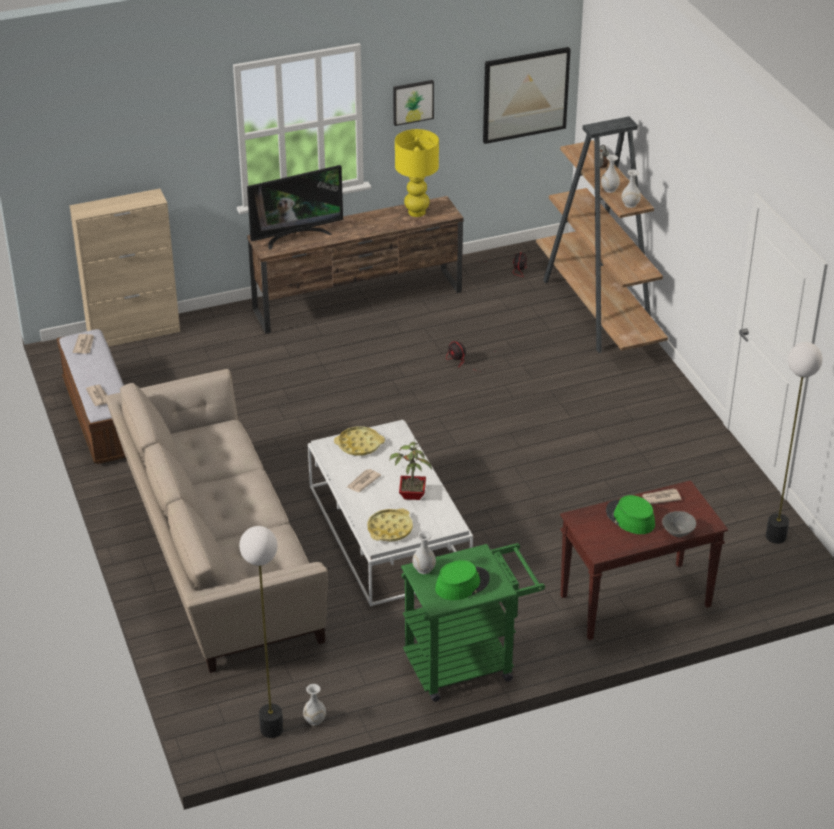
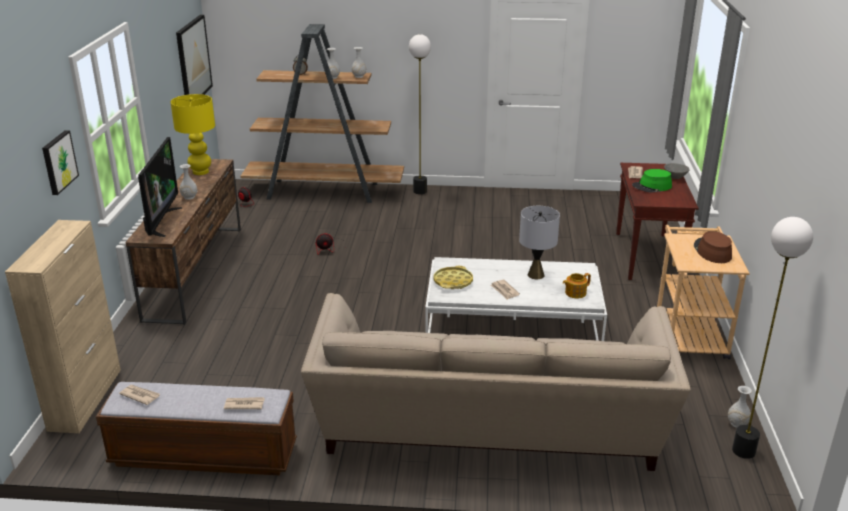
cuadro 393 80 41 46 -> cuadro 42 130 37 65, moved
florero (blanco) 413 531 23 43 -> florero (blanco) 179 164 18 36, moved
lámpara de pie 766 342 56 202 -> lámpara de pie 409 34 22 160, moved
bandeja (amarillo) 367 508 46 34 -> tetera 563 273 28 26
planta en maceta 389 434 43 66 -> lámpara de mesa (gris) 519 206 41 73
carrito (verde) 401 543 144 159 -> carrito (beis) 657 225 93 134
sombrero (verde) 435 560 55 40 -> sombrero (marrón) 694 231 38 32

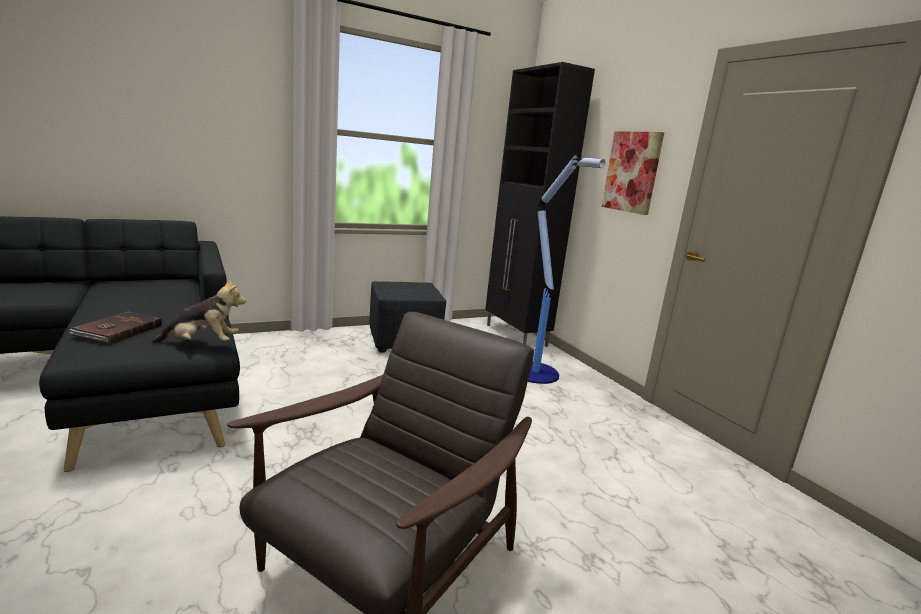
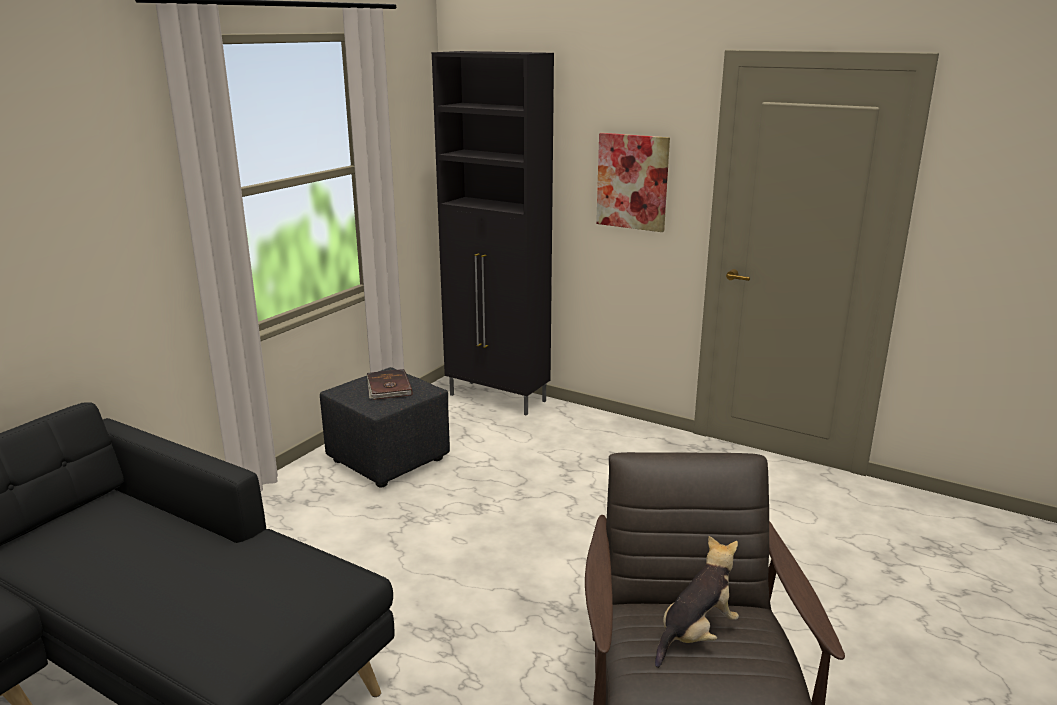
lámpara de pie 528 155 78 229 -> none
libro (marrón) 69 311 93 33 -> libro (marrón) 366 369 47 31, moved
peluche 151 278 95 65 -> peluche 655 536 84 132, moved

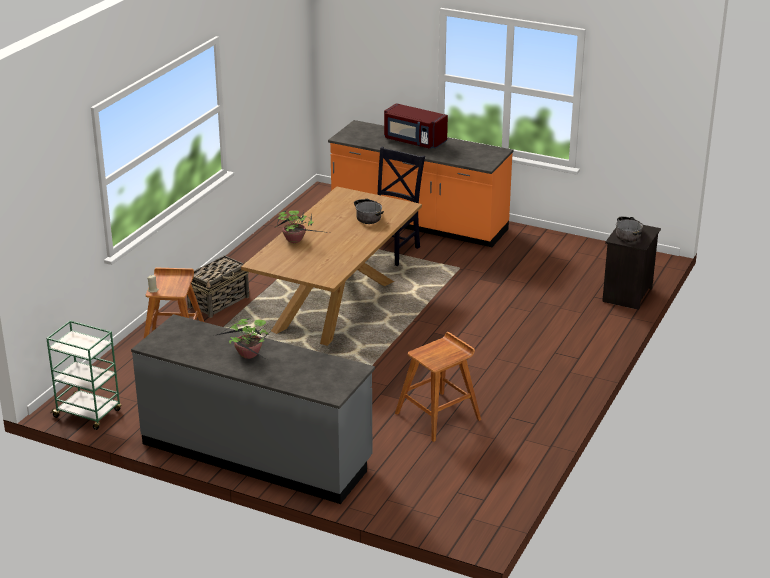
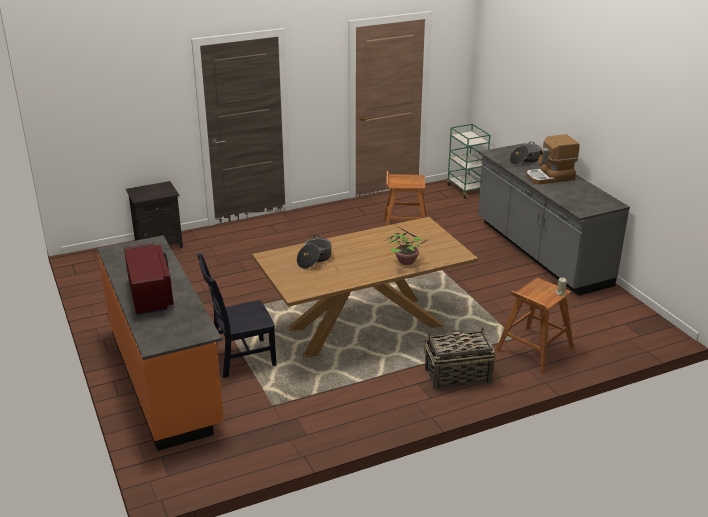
carrito (verde) 46 320 76 110 -> carrito (verde) 447 124 43 75, moved
olla 616 216 27 27 -> olla 509 142 33 23, moved
planta en maceta 217 318 56 43 -> cafetera 526 134 54 51

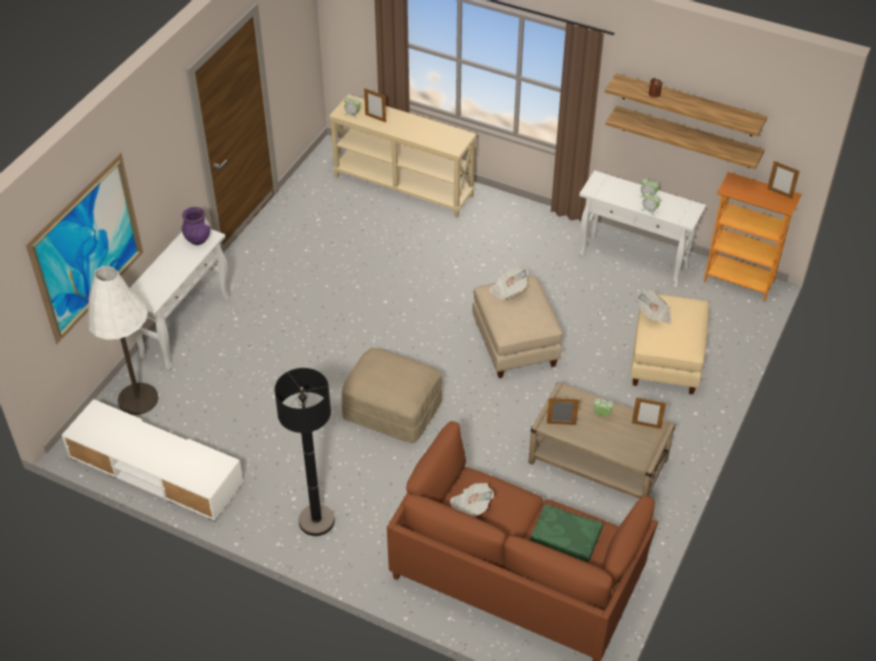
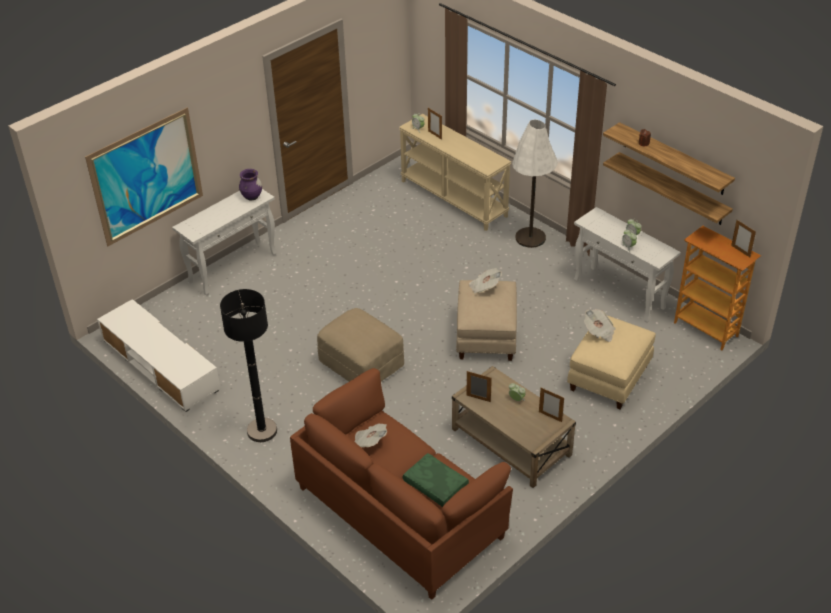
lámpara de pie (blanco) 87 266 71 149 -> lámpara de pie (blanco) 512 119 46 129, moved

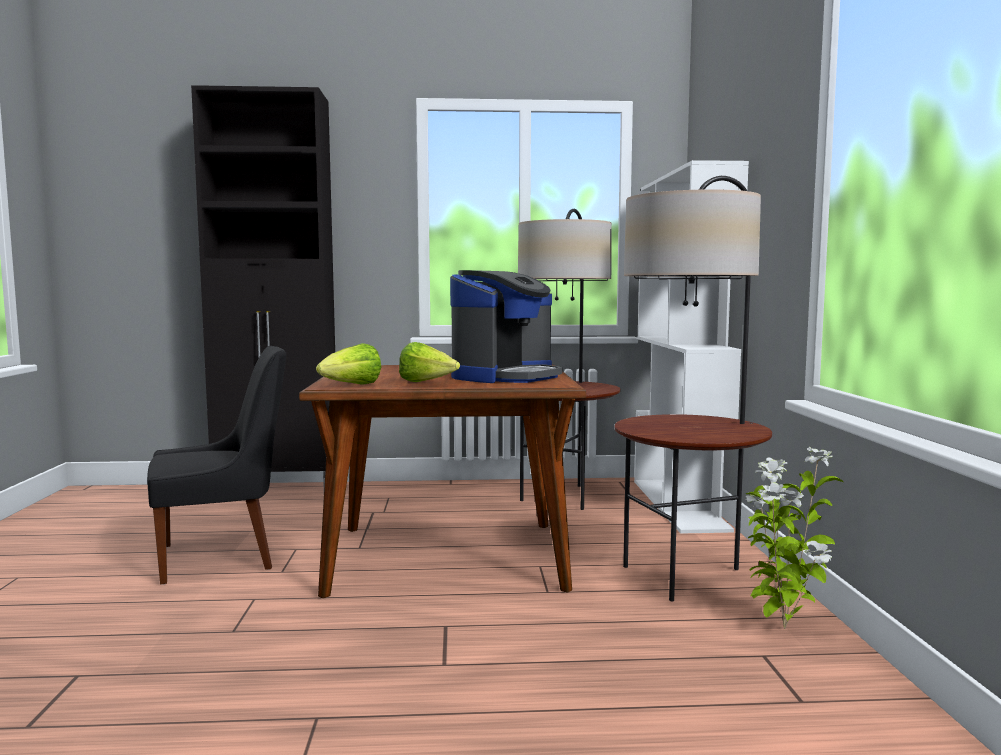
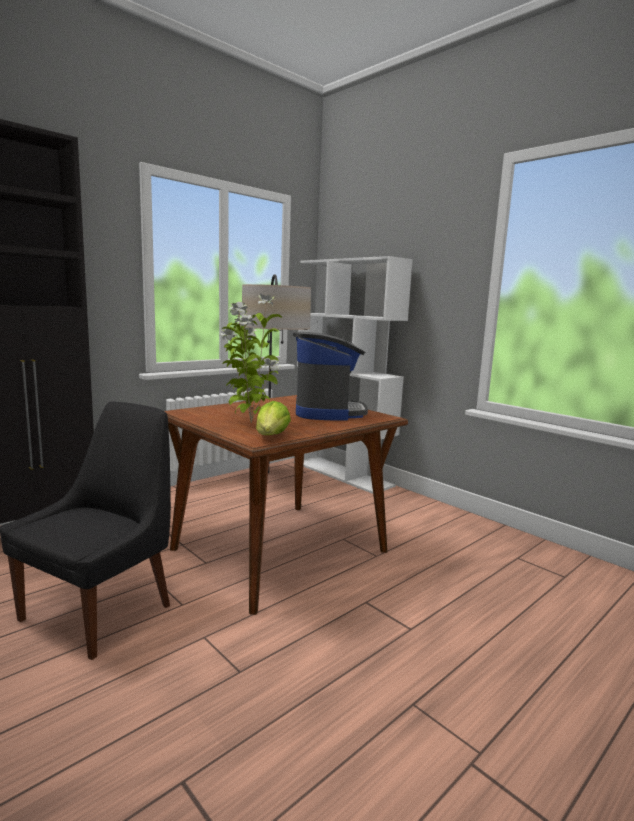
lechuga 399 342 61 40 -> none
lámpara de pie 615 176 157 425 -> none
planta en maceta 745 447 98 182 -> planta en maceta 219 293 63 130, moved

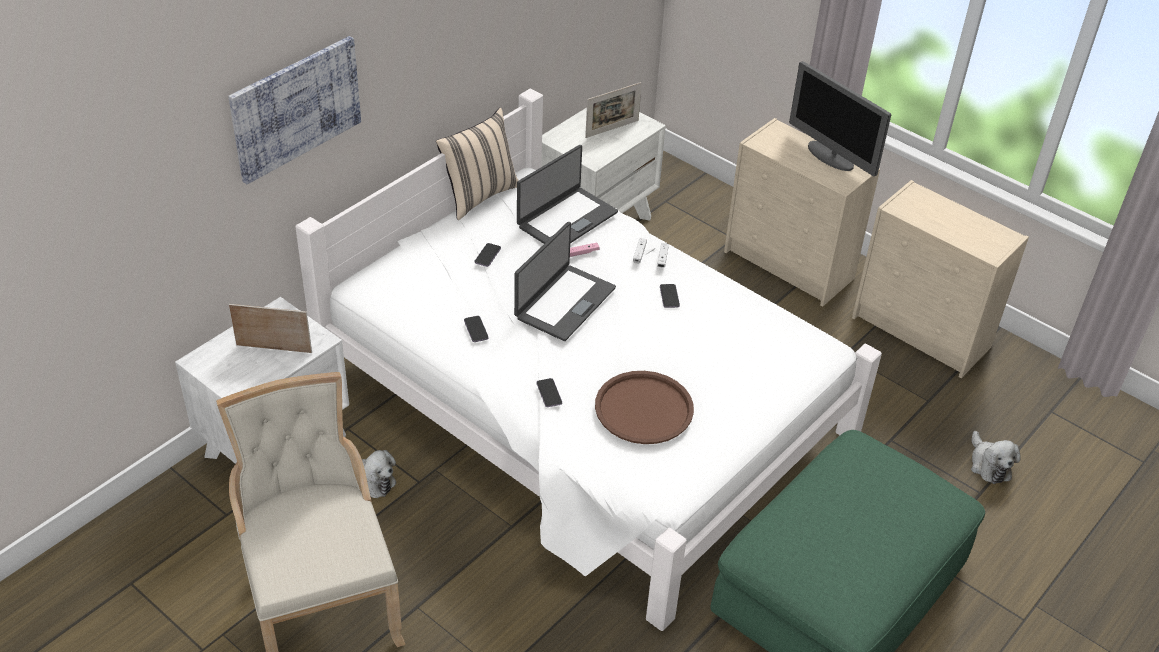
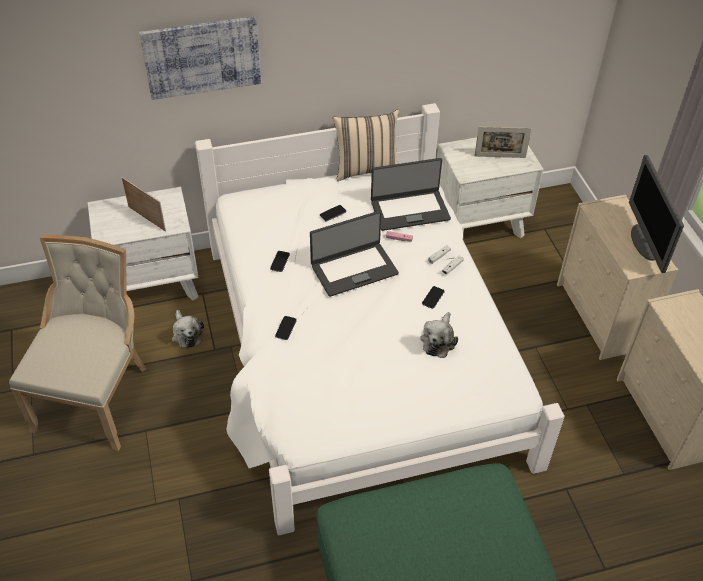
bandeja (marrón) 595 371 99 73 -> none
peluche 971 431 50 53 -> peluche 420 312 38 46, moved

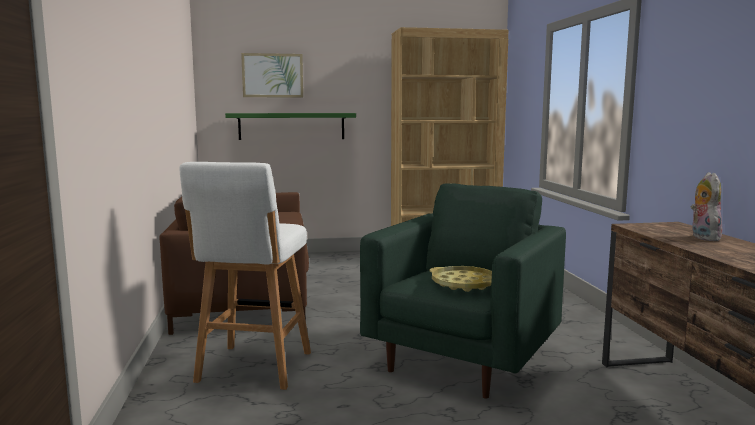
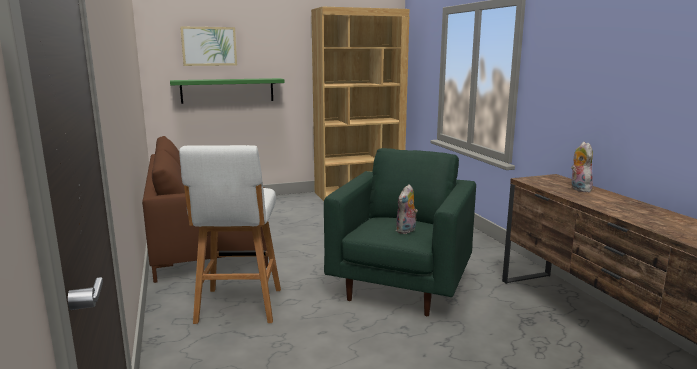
bandeja (amarillo) 429 266 63 26 -> peluche 396 184 22 50

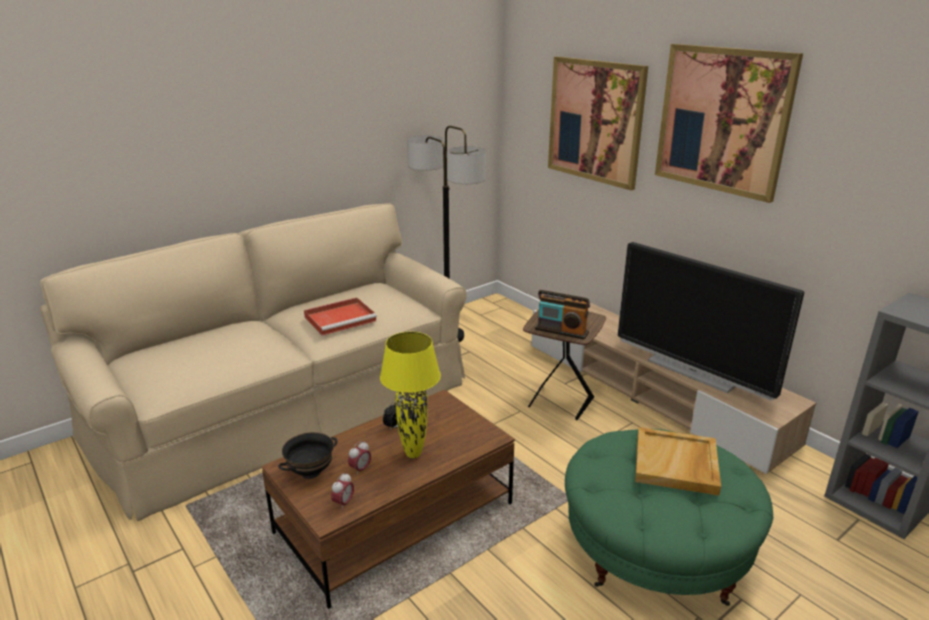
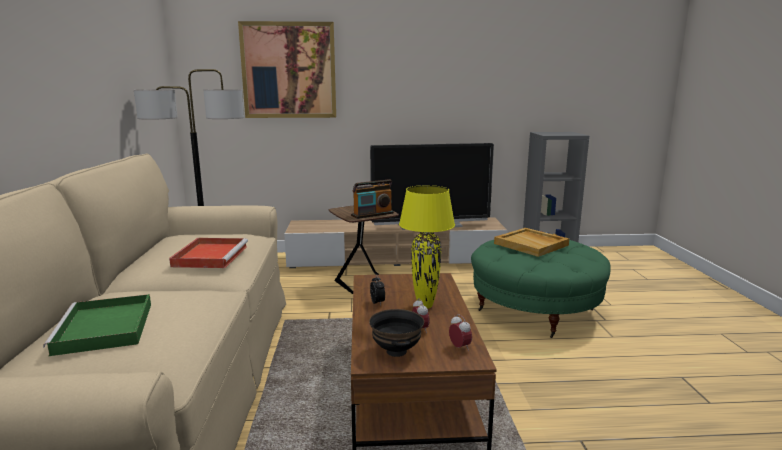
cuadro 655 44 148 159 -> none
none -> bandeja (verde) 43 294 108 62

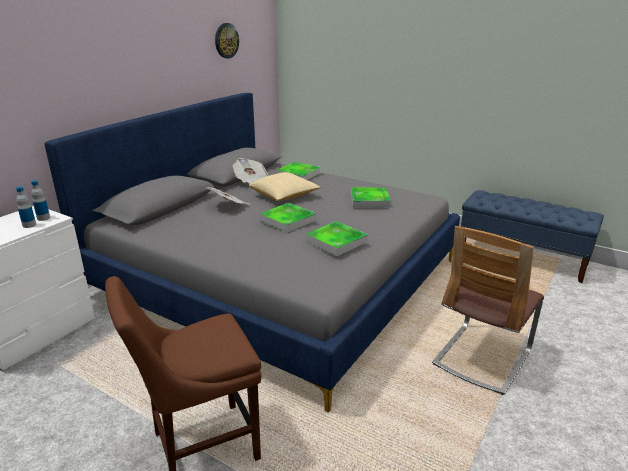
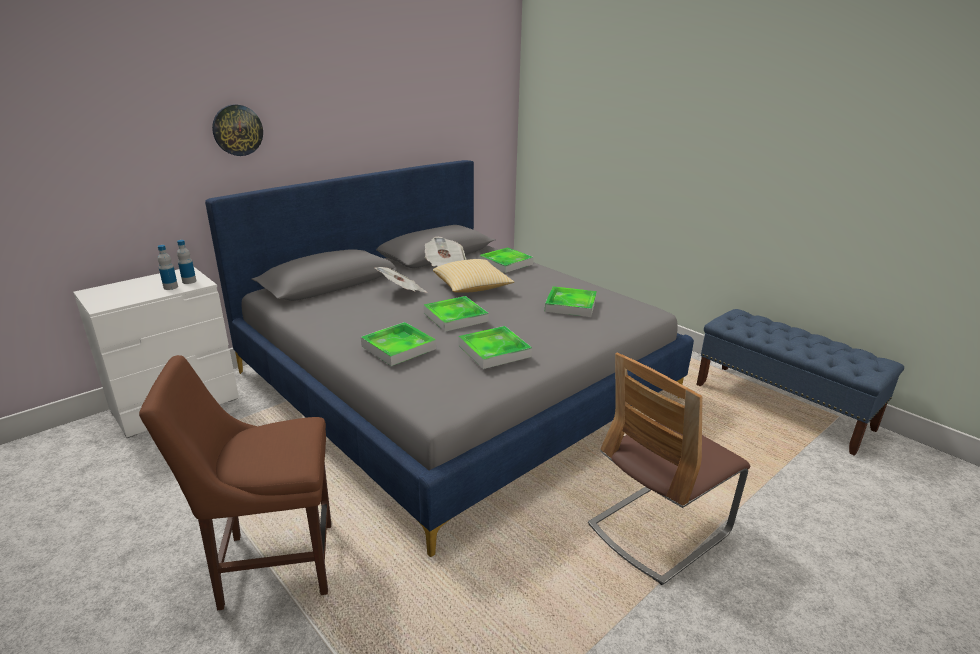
none -> bandeja 361 322 75 44
reloj de pared 215 23 24 36 -> reloj de pared 212 104 51 52, moved

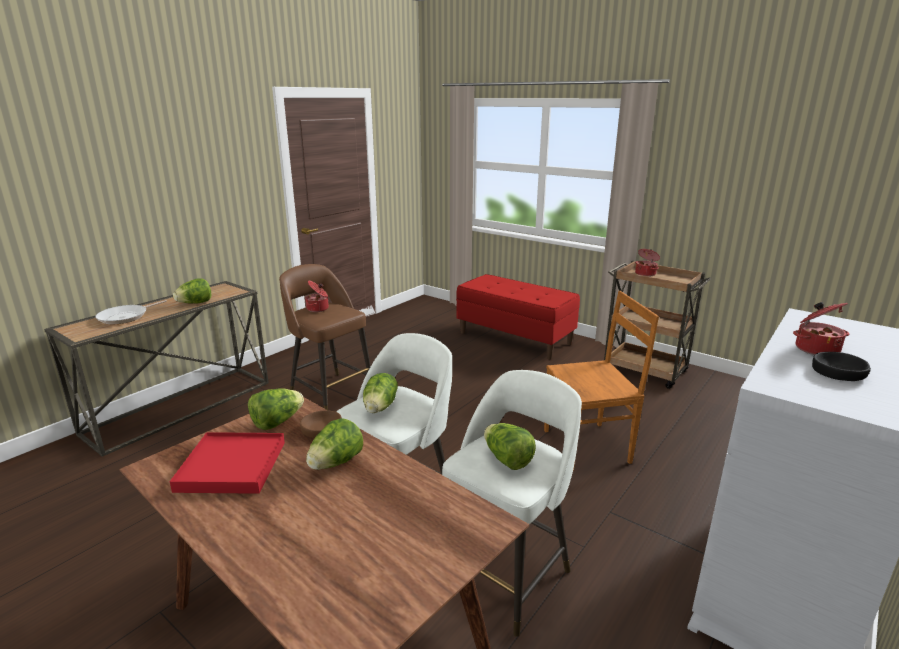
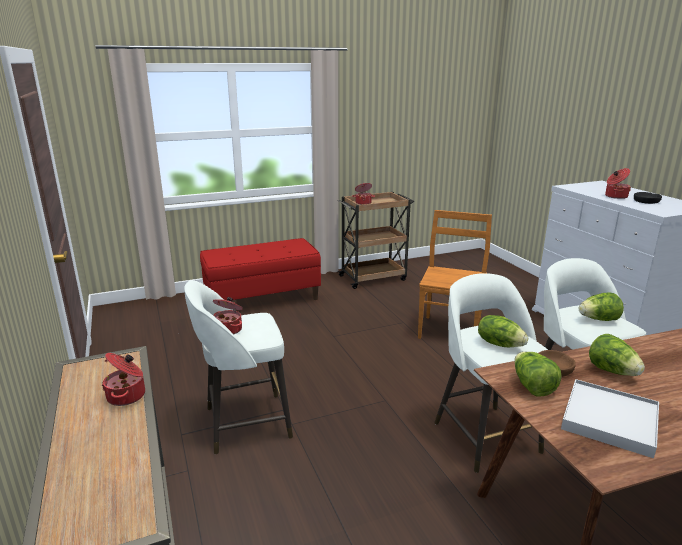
sartén 95 300 72 24 -> none
lechuga 173 278 38 25 -> olla 102 353 43 53
bandeja (rojo) 170 432 115 62 -> bandeja (blanco) 561 379 98 79
taburete (marrón) 279 264 92 146 -> taburete (blanco) 184 280 109 174

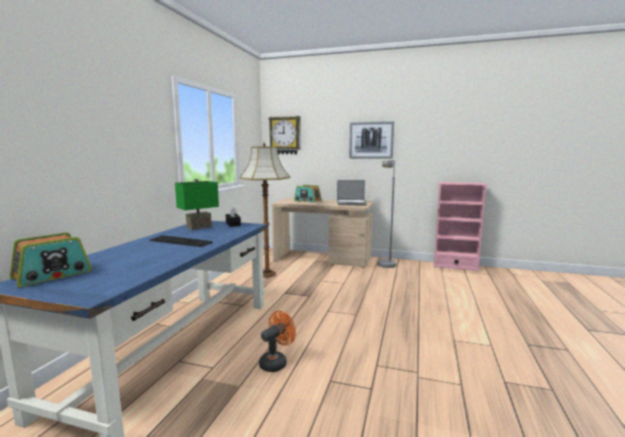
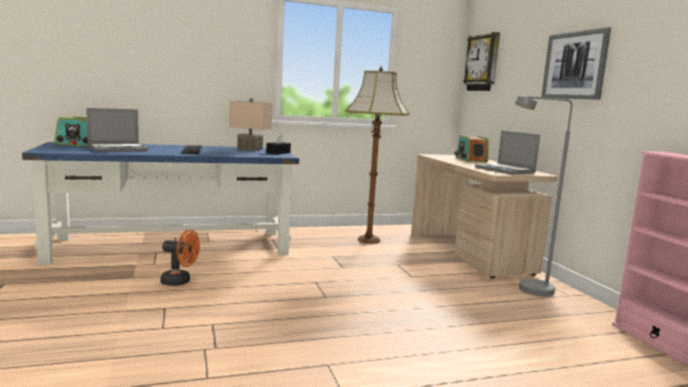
none -> portátil 86 108 62 44
lámpara de mesa (verde) 175 179 44 51 -> lámpara de mesa (beis) 229 98 44 53

